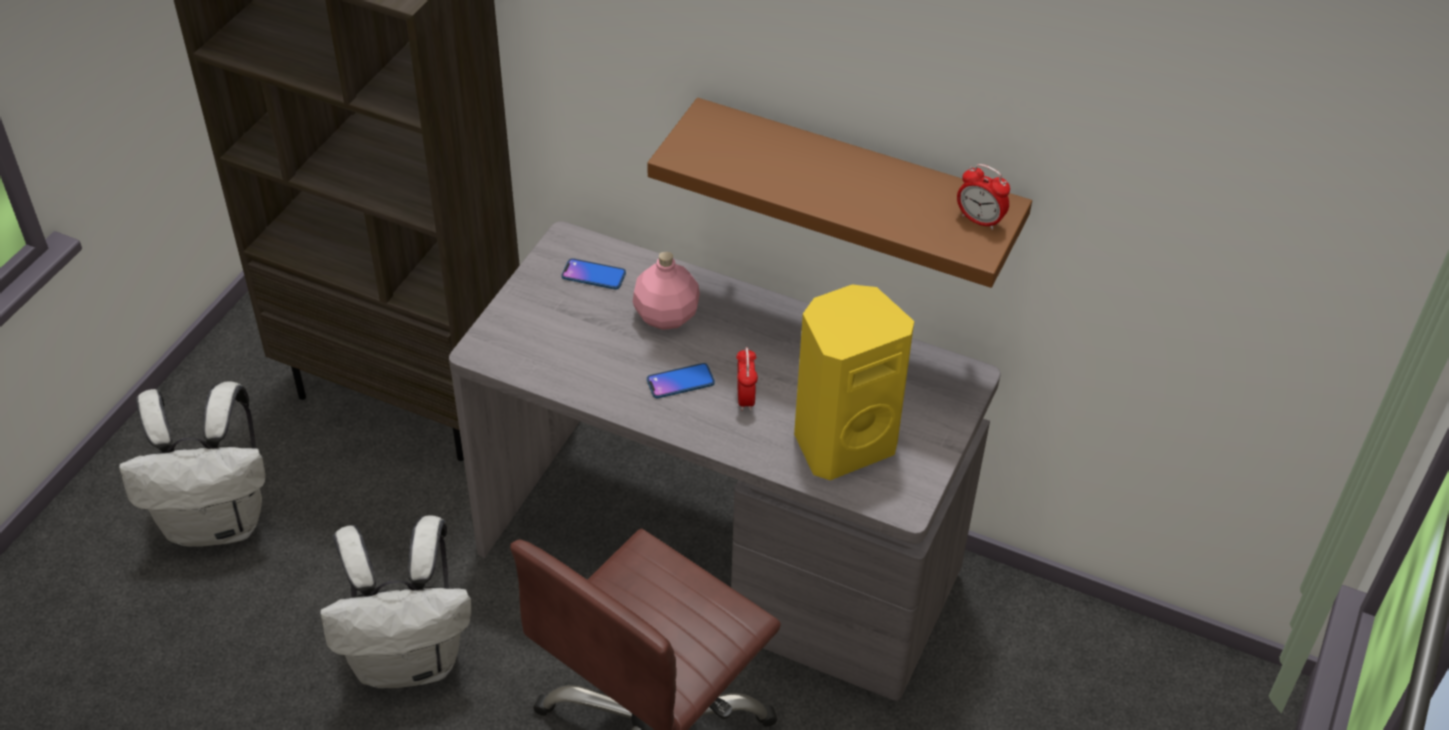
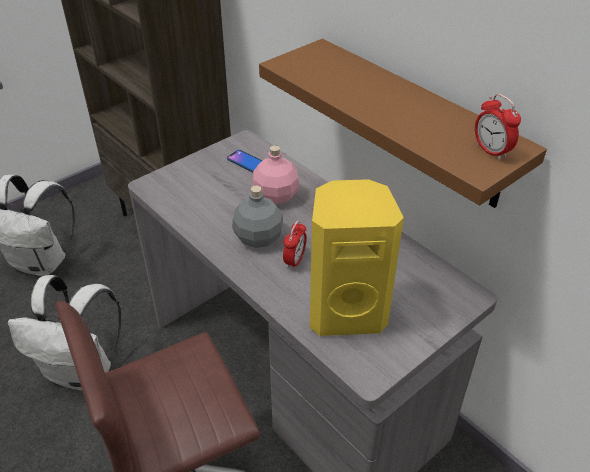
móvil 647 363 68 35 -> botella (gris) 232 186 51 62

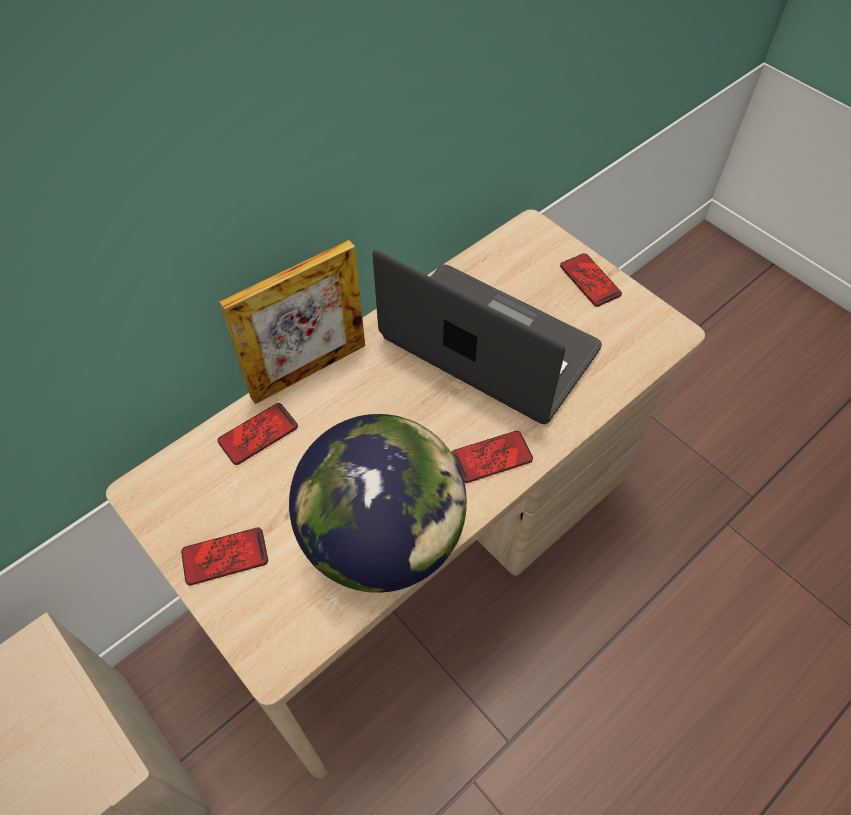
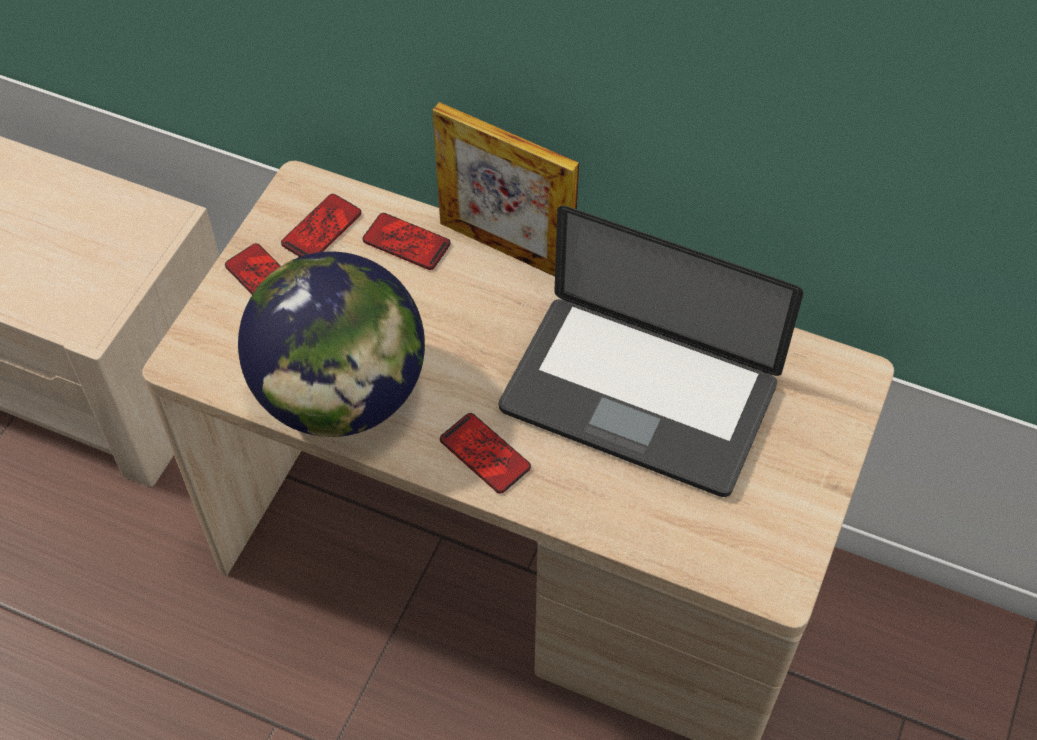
móvil 560 253 62 54 -> móvil 281 194 80 63, moved
portátil 372 250 230 174 -> portátil 499 206 304 291, 105 degrees clockwise

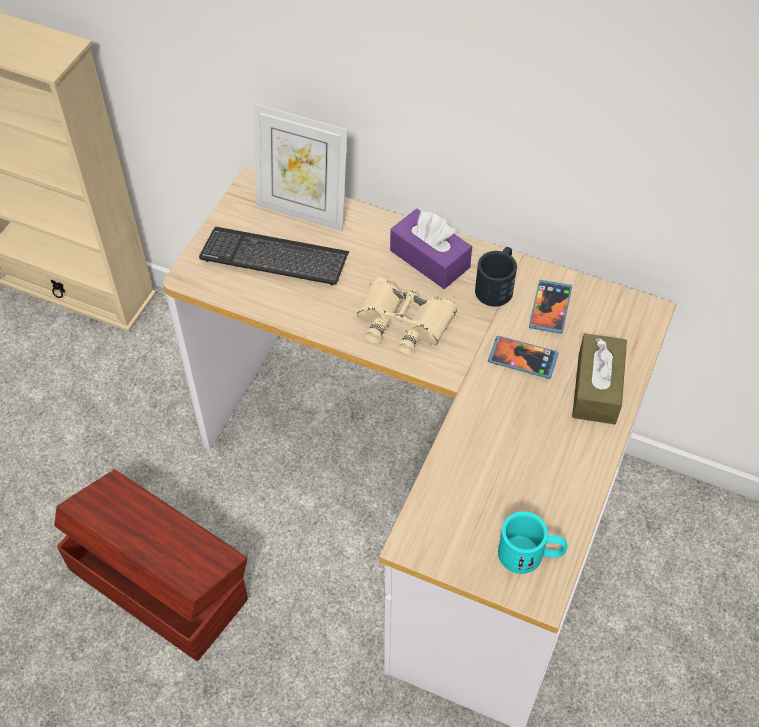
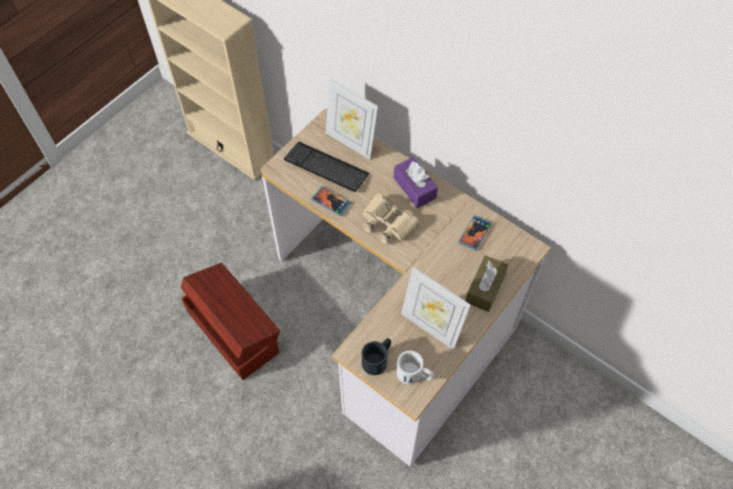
none -> portarretratos 401 267 70 83
taza grande (negro) 475 247 42 60 -> taza grande (negro) 362 338 29 37, moved
móvil 488 336 71 43 -> móvil 311 186 40 30, moved
taza grande (turquesa) 498 511 69 63 -> taza grande (blanco) 396 351 38 34

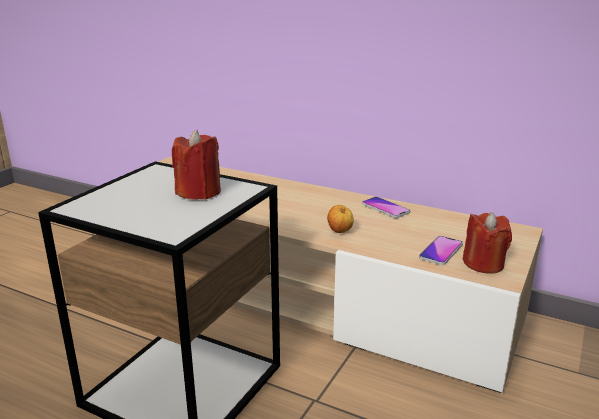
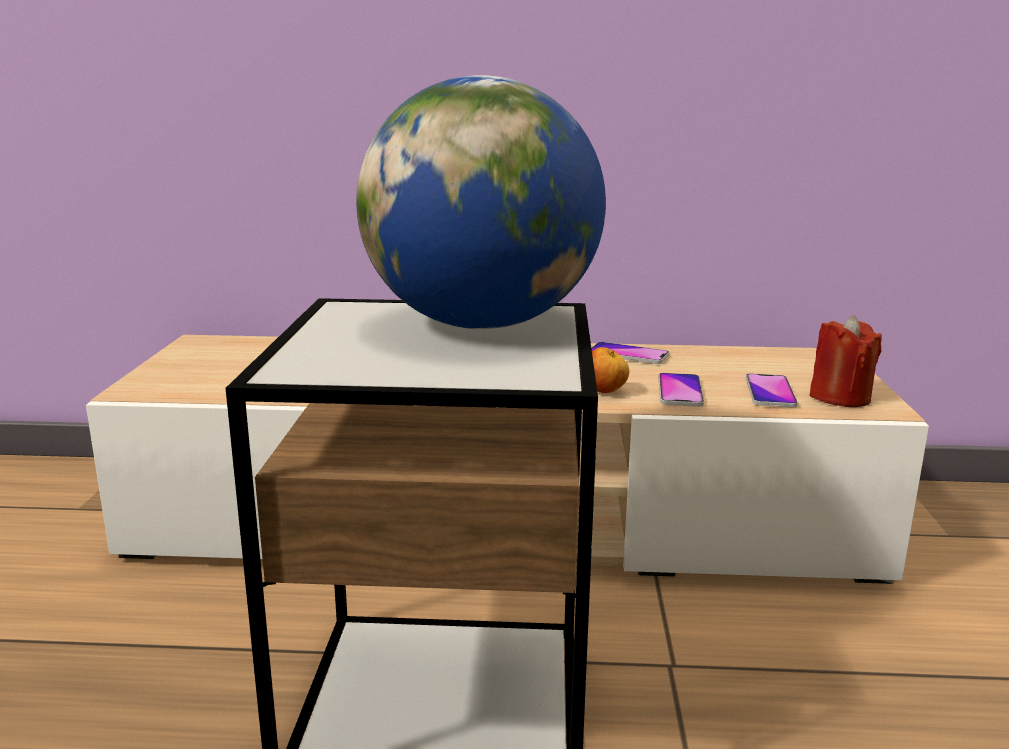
none -> móvil 659 373 45 34
vela (rojo) 172 130 49 70 -> globo terráqueo 356 75 250 254

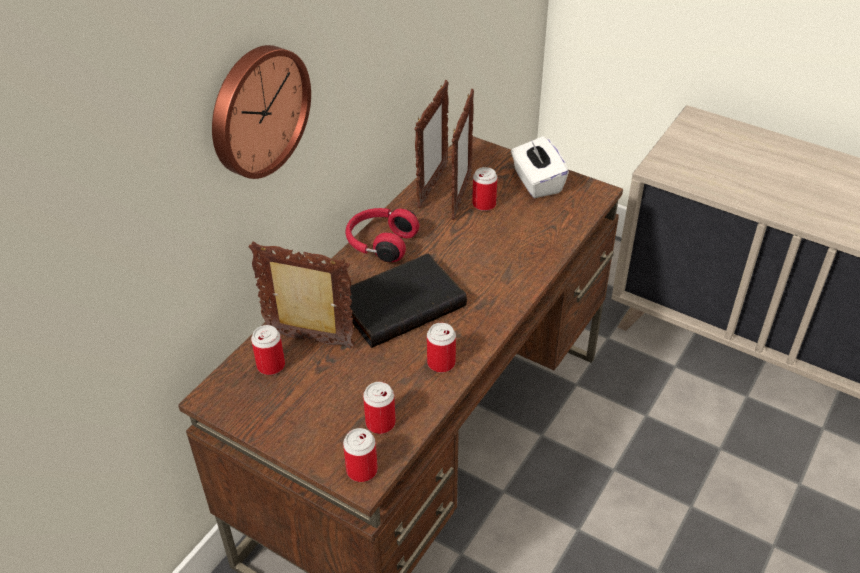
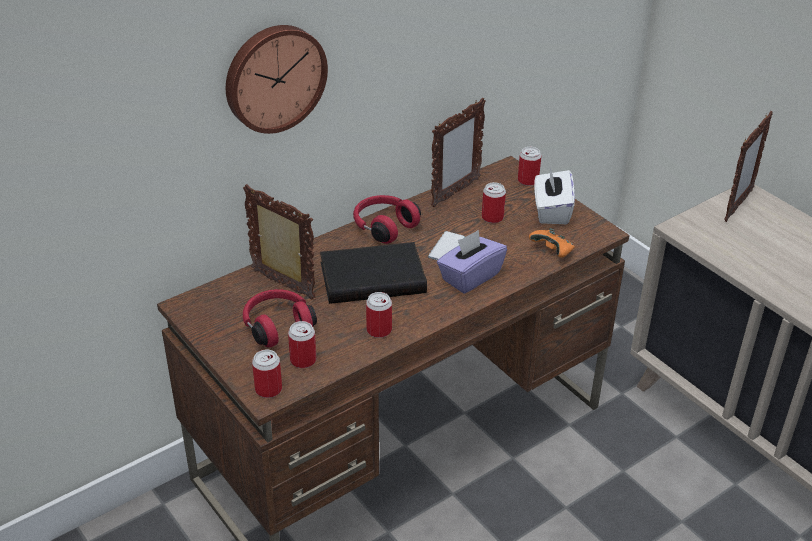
none -> auriculares (rojo) 243 289 74 59
none -> móvil 428 231 37 29
none -> caja de pañuelos (morado) 437 230 70 64
none -> mando de consola (naranja) 529 228 45 30
lata 251 325 34 50 -> lata 518 147 23 39, moved
portarretratos 452 89 22 131 -> portarretratos 724 111 49 111, moved

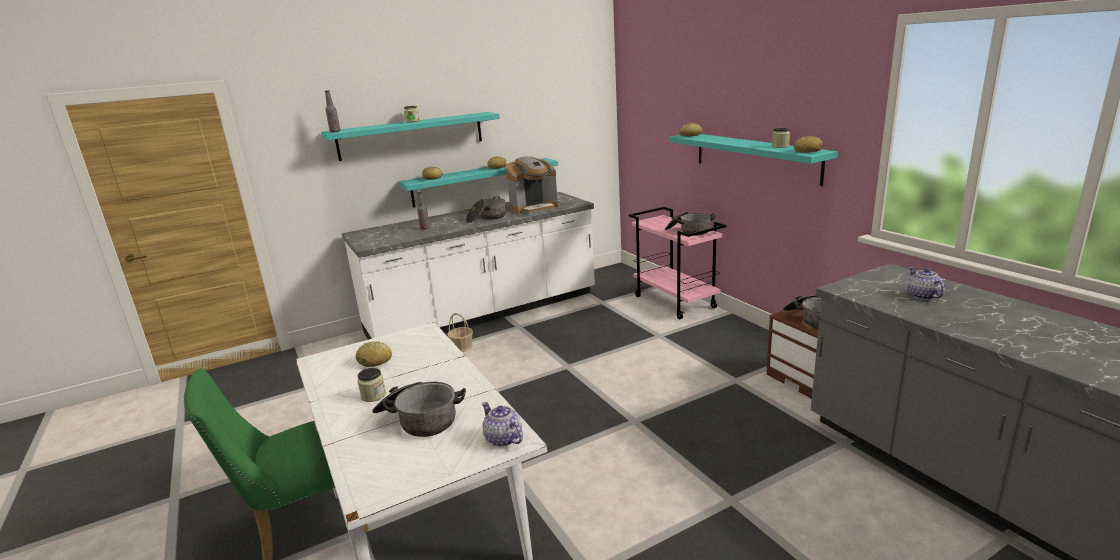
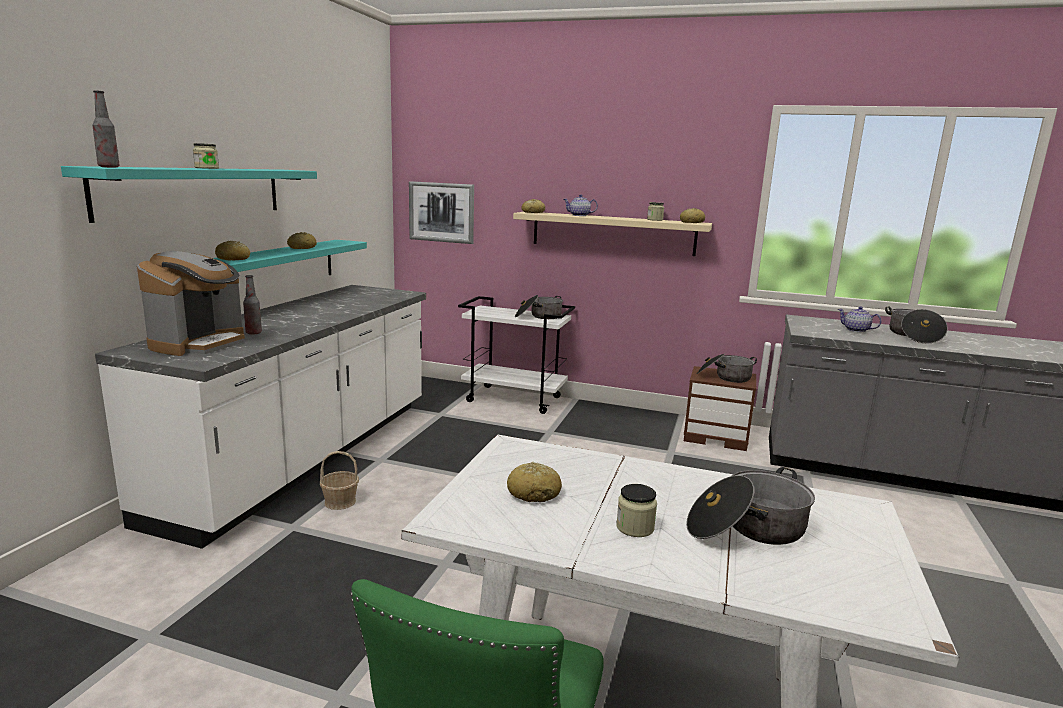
none -> cuadro 409 181 65 63
olla 466 196 40 27 -> olla 885 306 63 38, moved
tetera 482 402 41 45 -> tetera 563 194 35 22, moved
cafetera 506 156 52 59 -> cafetera 137 251 108 105, moved
carrito (rosa) 628 207 98 112 -> carrito (blanco) 458 296 117 118
estante (turquesa) 669 134 169 52 -> estante (beis) 513 212 199 44

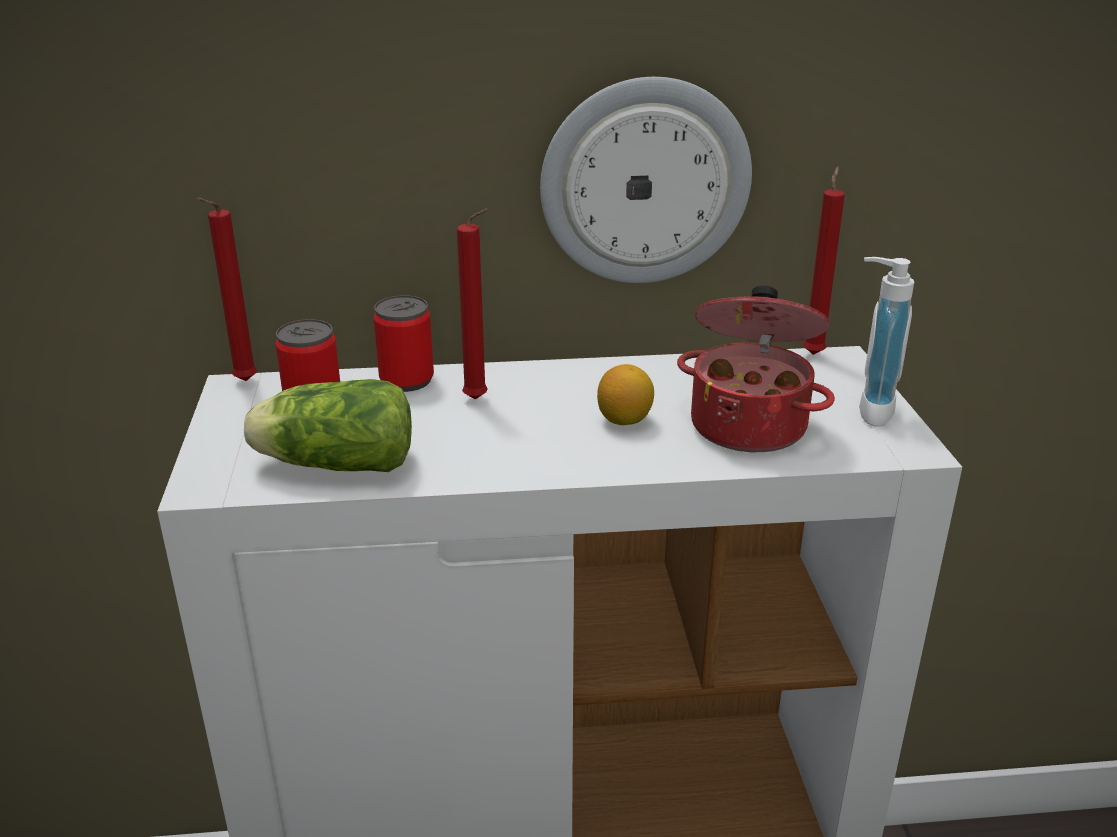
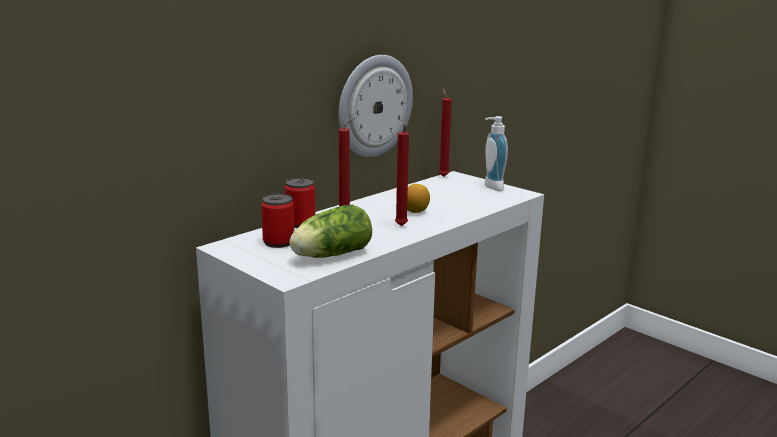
olla 677 285 158 167 -> none
vela (rojo) 197 198 60 183 -> vela (rojo) 395 125 14 101, moved

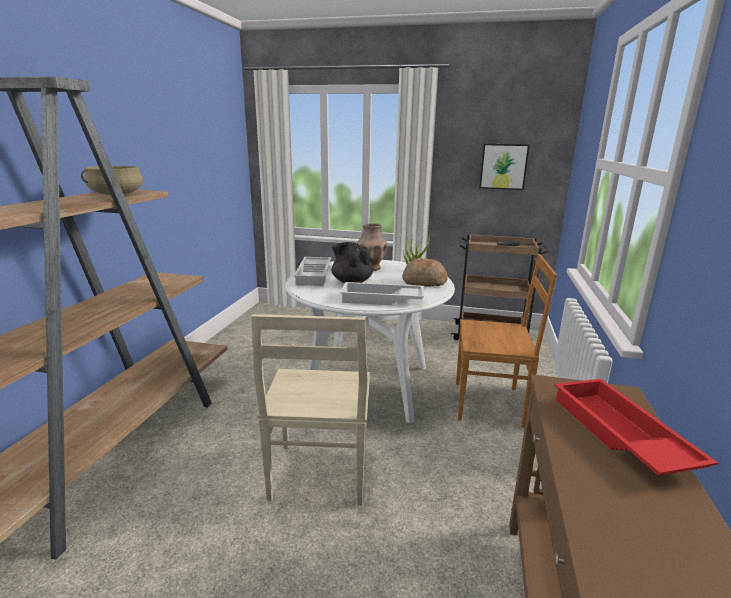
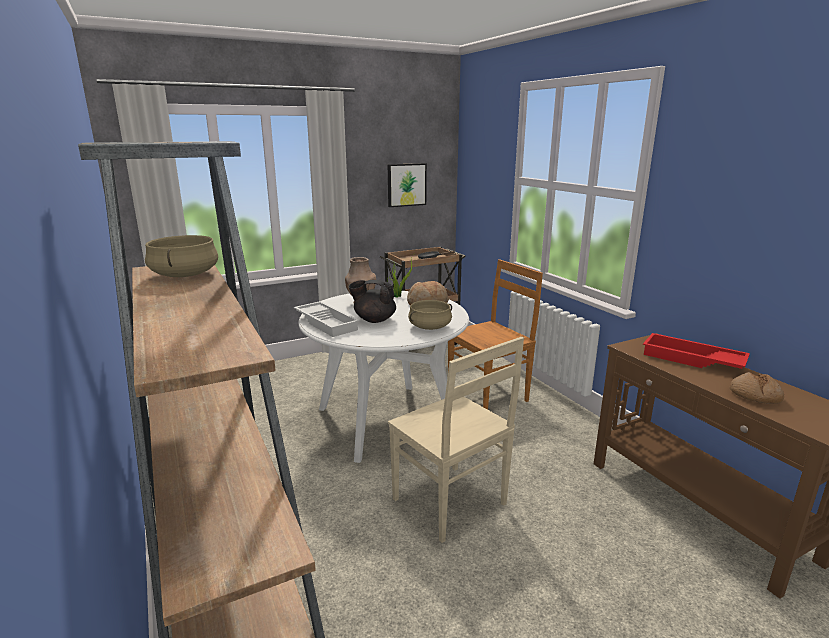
none -> pan 730 372 54 32
bandeja (blanco) 340 282 84 23 -> olla (beis) 408 300 44 30

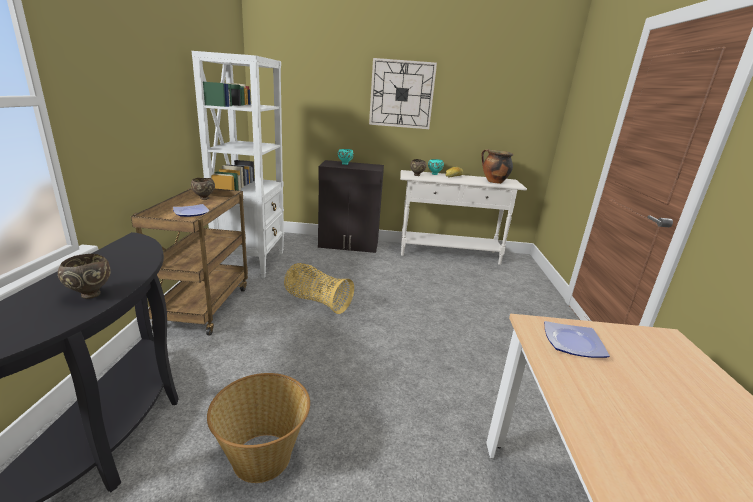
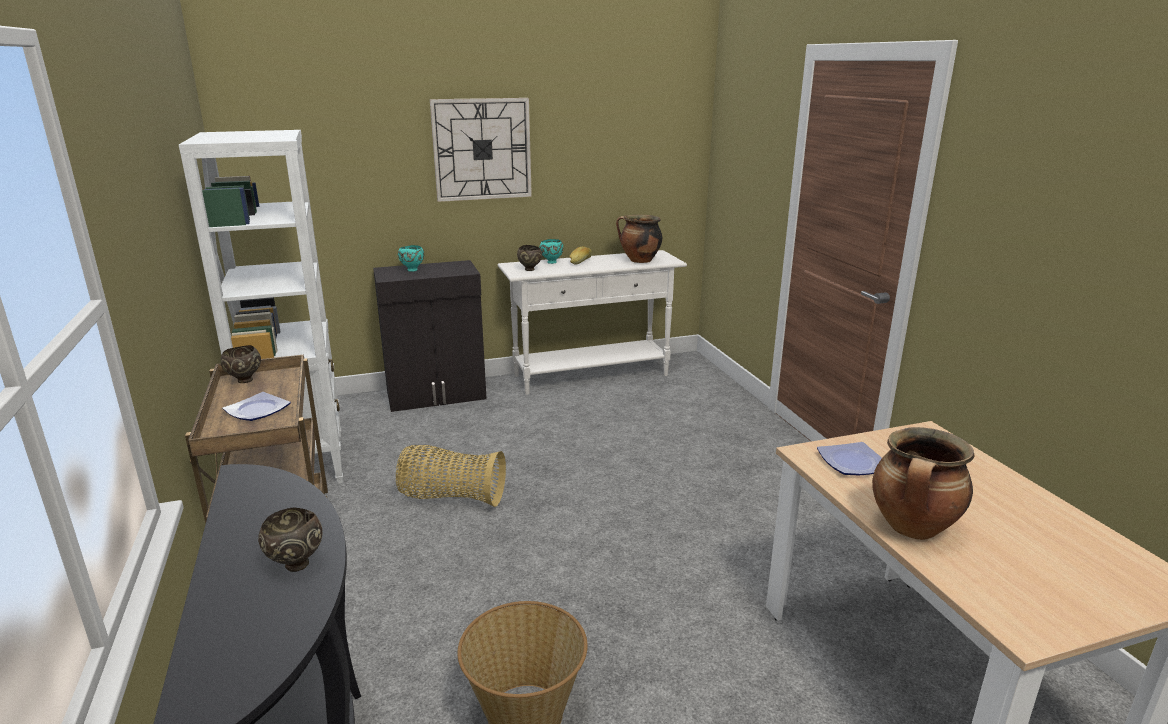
none -> olla 872 427 102 113

